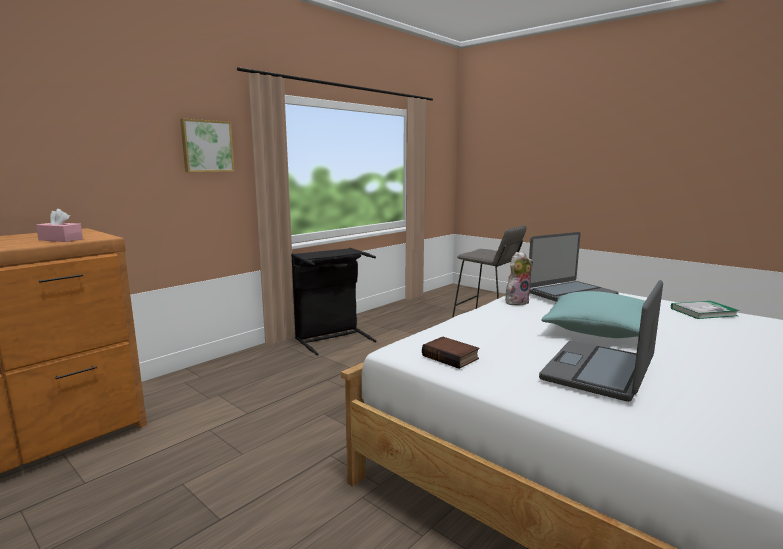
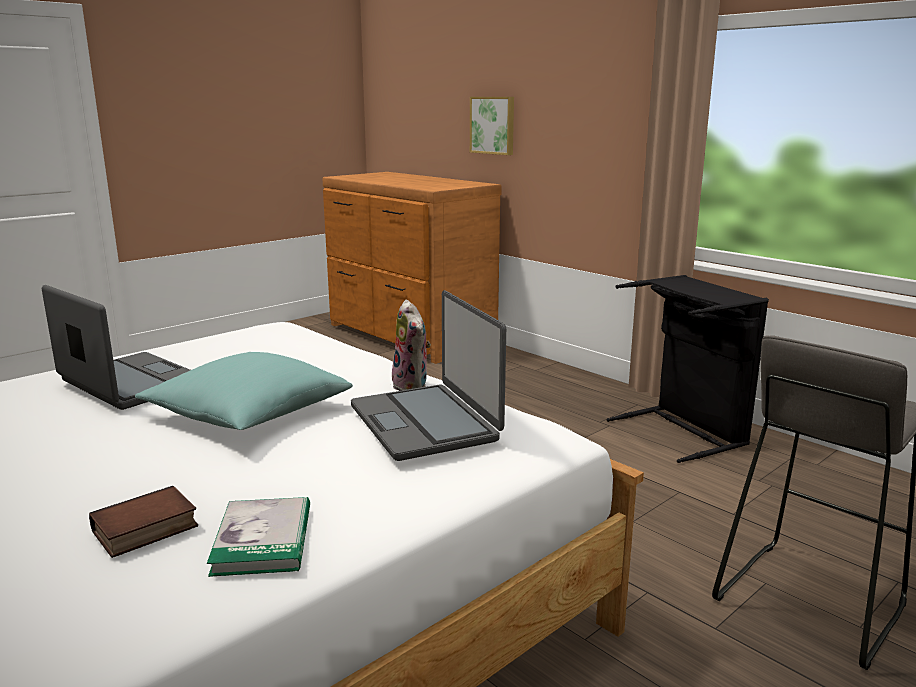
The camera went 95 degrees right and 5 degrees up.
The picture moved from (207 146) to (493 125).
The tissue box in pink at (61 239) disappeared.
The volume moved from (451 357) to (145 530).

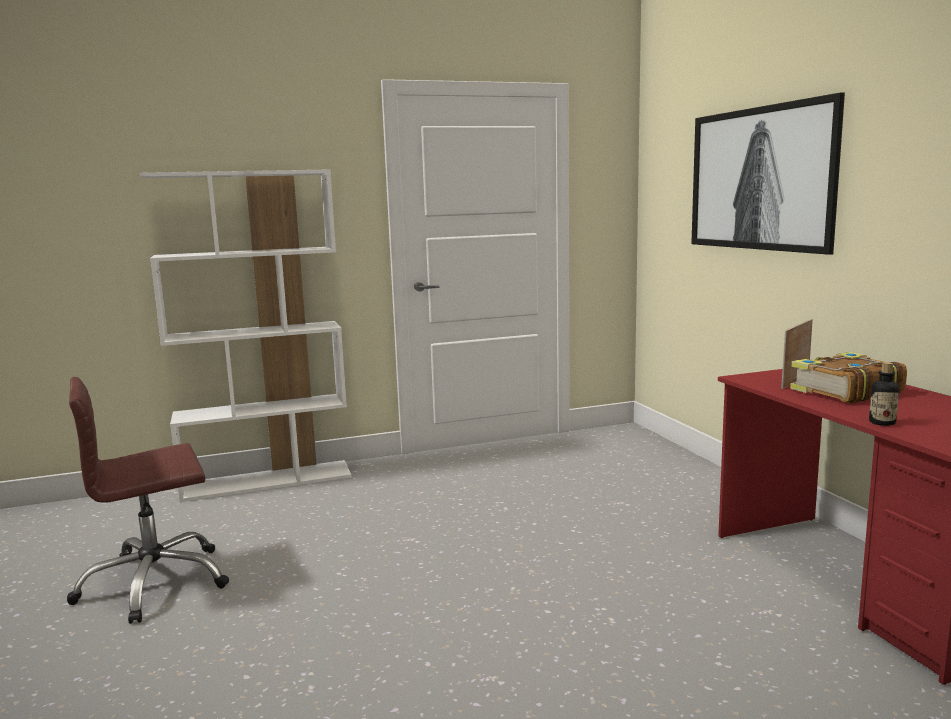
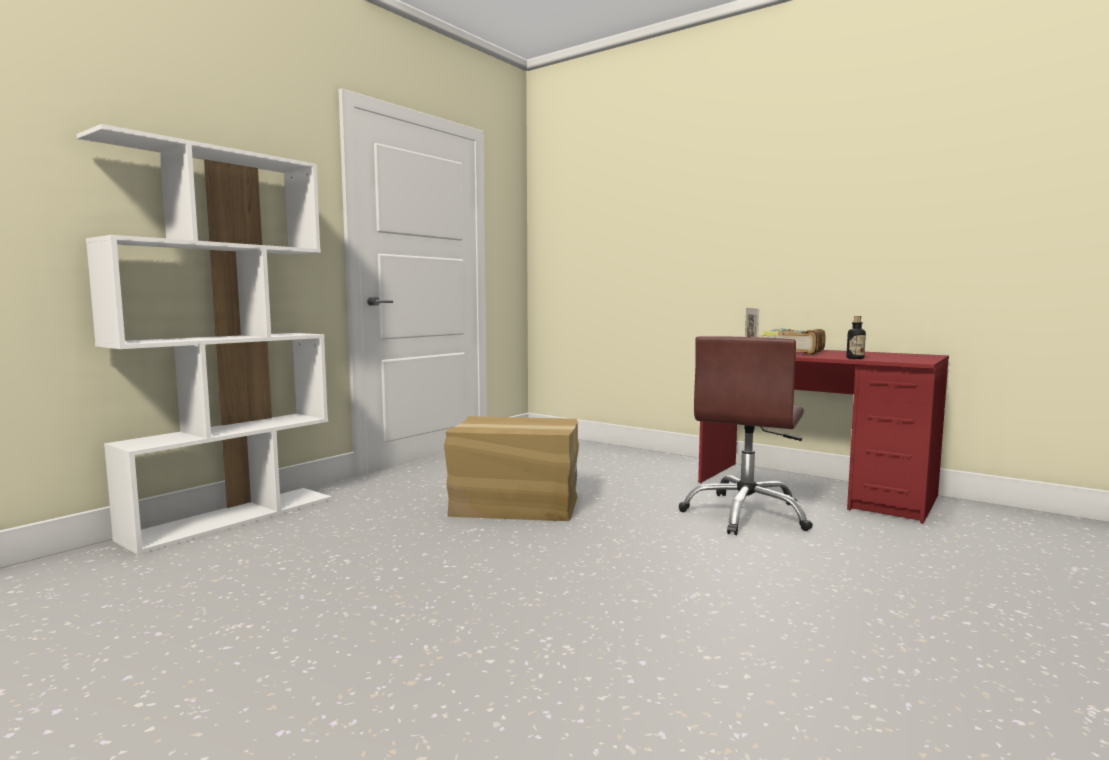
The camera went 35 degrees left and 5 degrees down.
The picture at (761 179) disappeared.
The computer chair in brown-coloured moved from (154 583) to (746 514).
The packing box at (514 505) appeared.

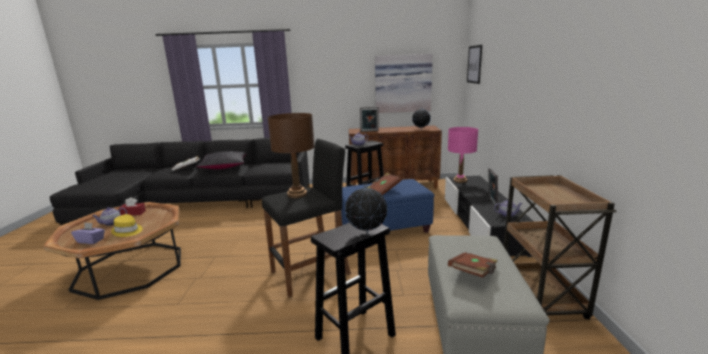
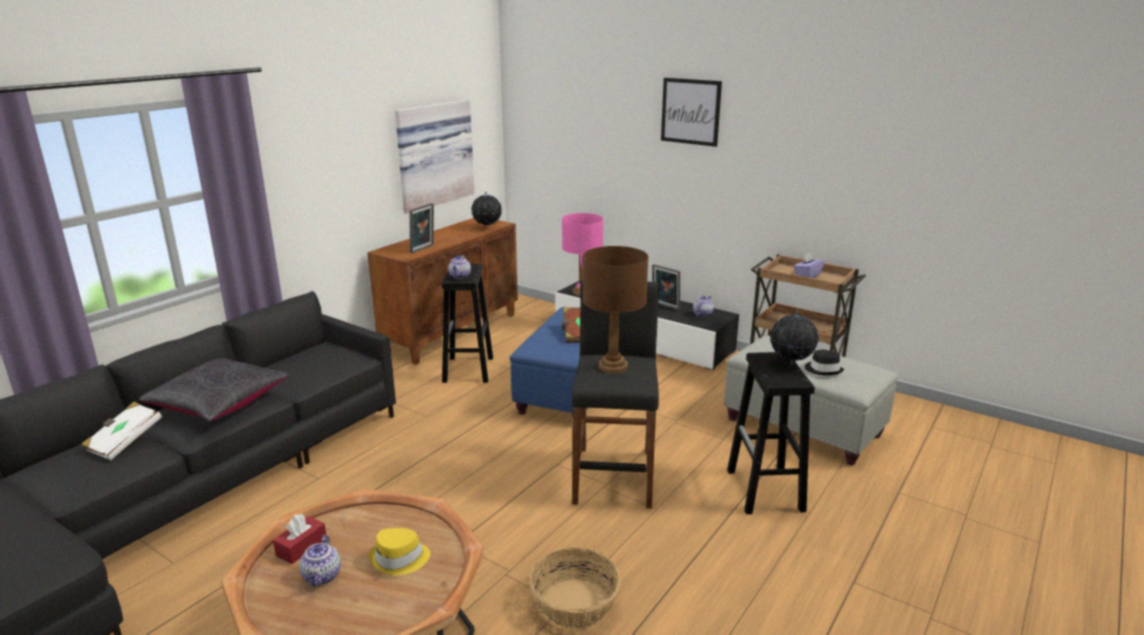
The camera went 55 degrees left and 5 degrees up.
The picture moved from (474 64) to (690 111).
The tissue box in purplish moved from (91 241) to (807 275).
The volume in brown-coloured at (473 274) was replaced by the clothing hat in blackish at (823 370).
The household basket at (574 604) appeared.

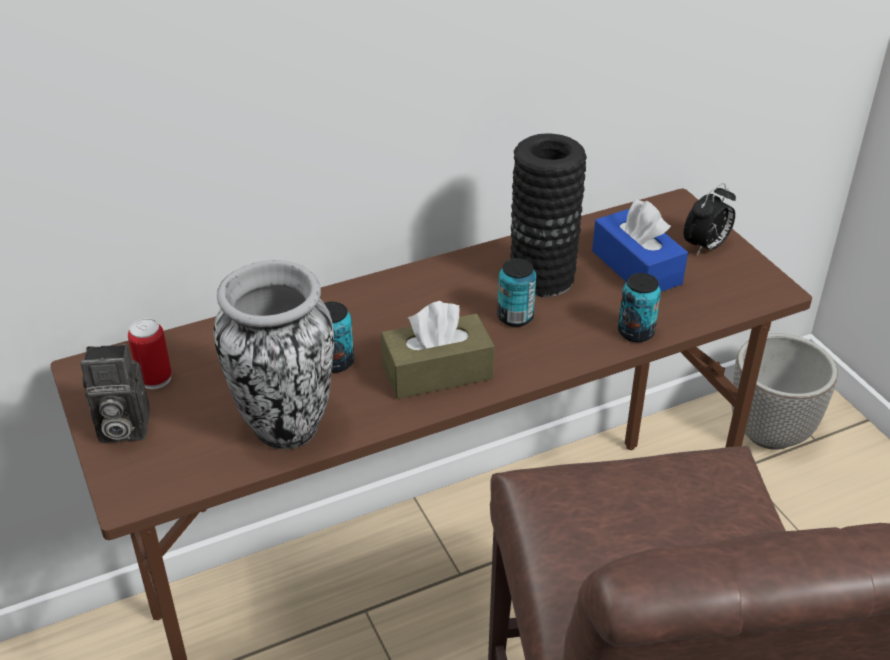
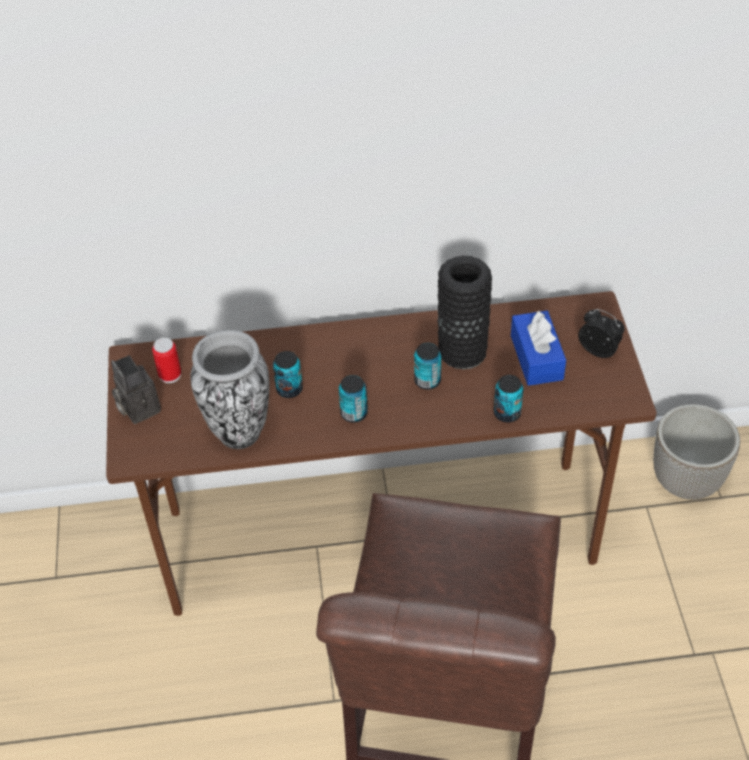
The camera went 20 degrees right and 10 degrees up.
The bedside clock at (705 247) turned 120 degrees counterclockwise.
The tissue box in brown-coloured at (437 372) was replaced by the sealed can at (354 413).
The photo camera at (120 428) turned 45 degrees clockwise.

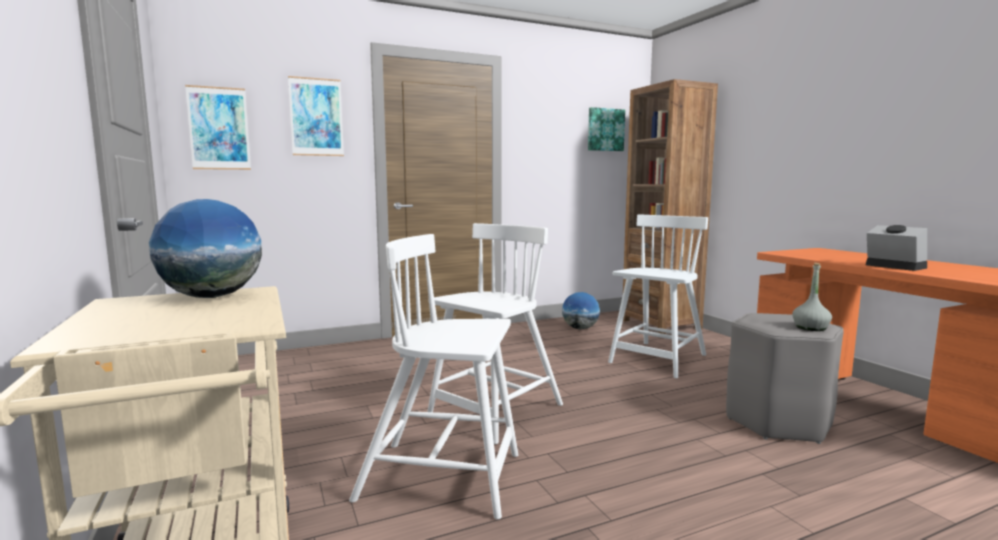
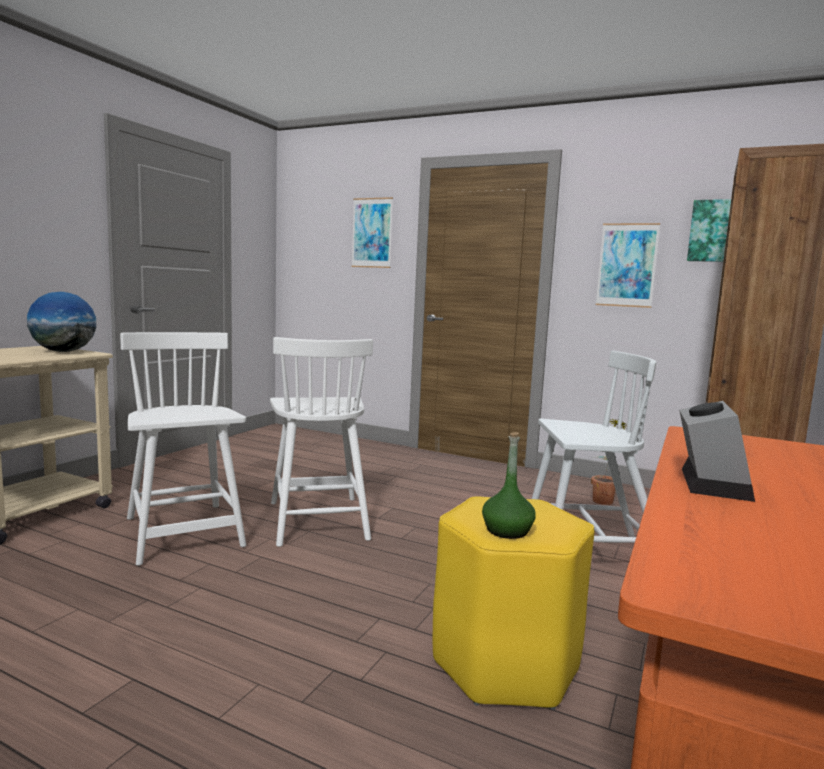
The camera went 50 degrees right and 0 degrees up.
The picture moved from (219 128) to (627 265).
The plain chair in white at (495 412) turned 75 degrees clockwise.
The beverage bottle in greyish at (810 328) became the beverage bottle in green at (507 531).
The globe at (580 328) was replaced by the houseplant at (605 499).
The stool seat in greyish at (777 422) became the stool seat in yellowish at (505 664).

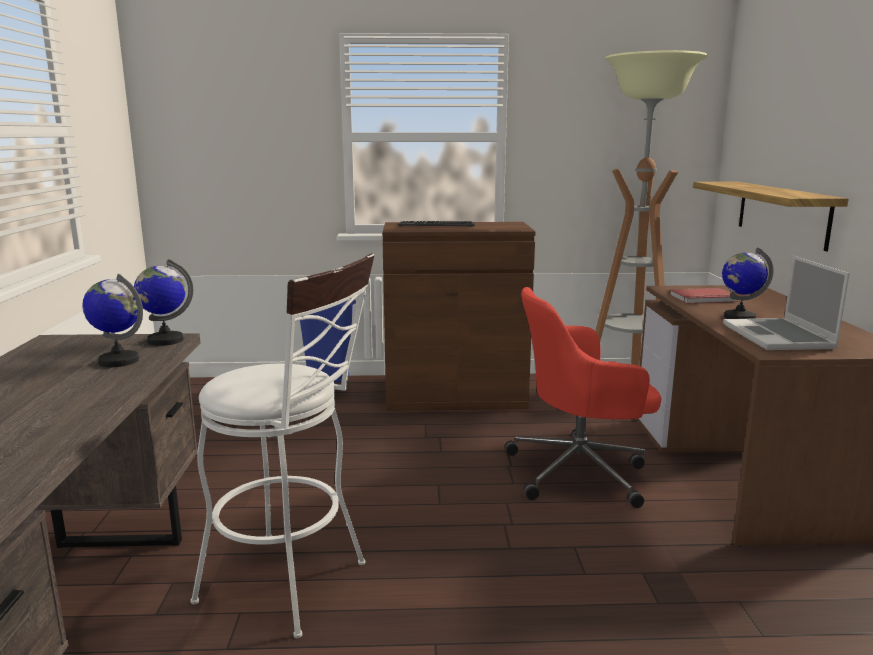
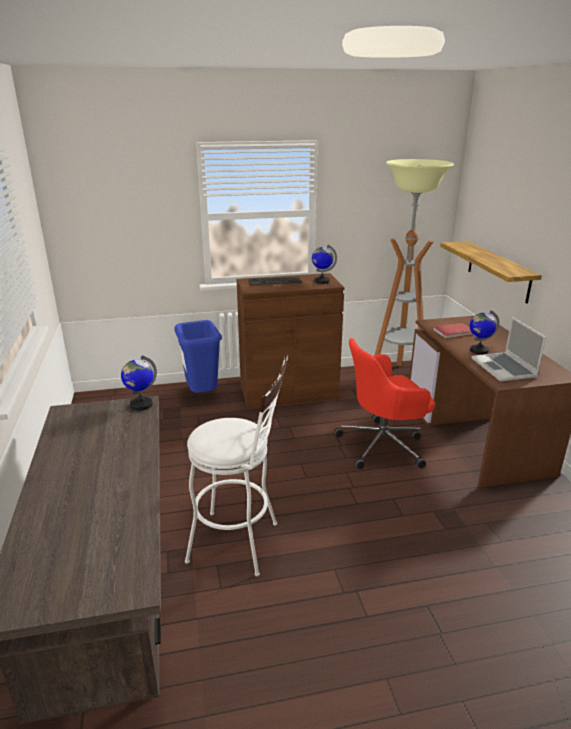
The camera went 10 degrees left and 10 degrees up.
The globe moved from (119 361) to (321 281).

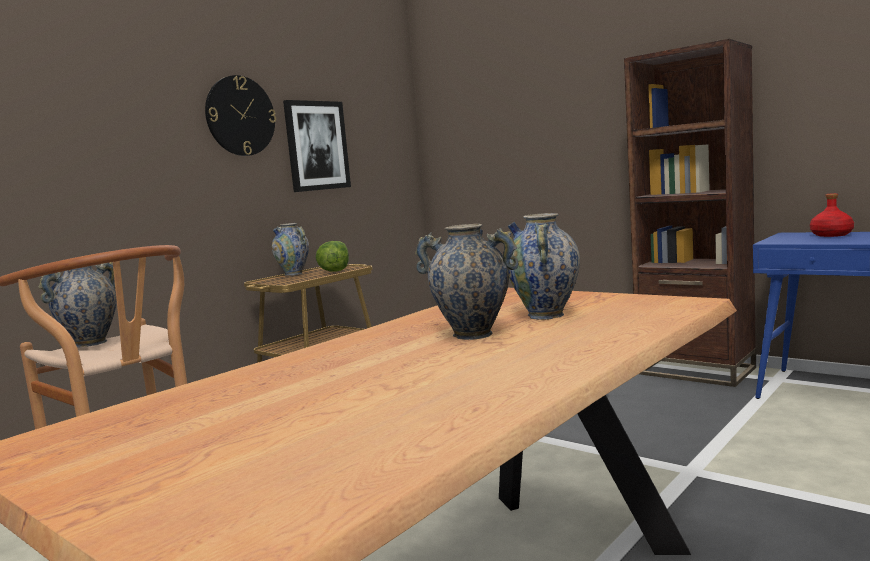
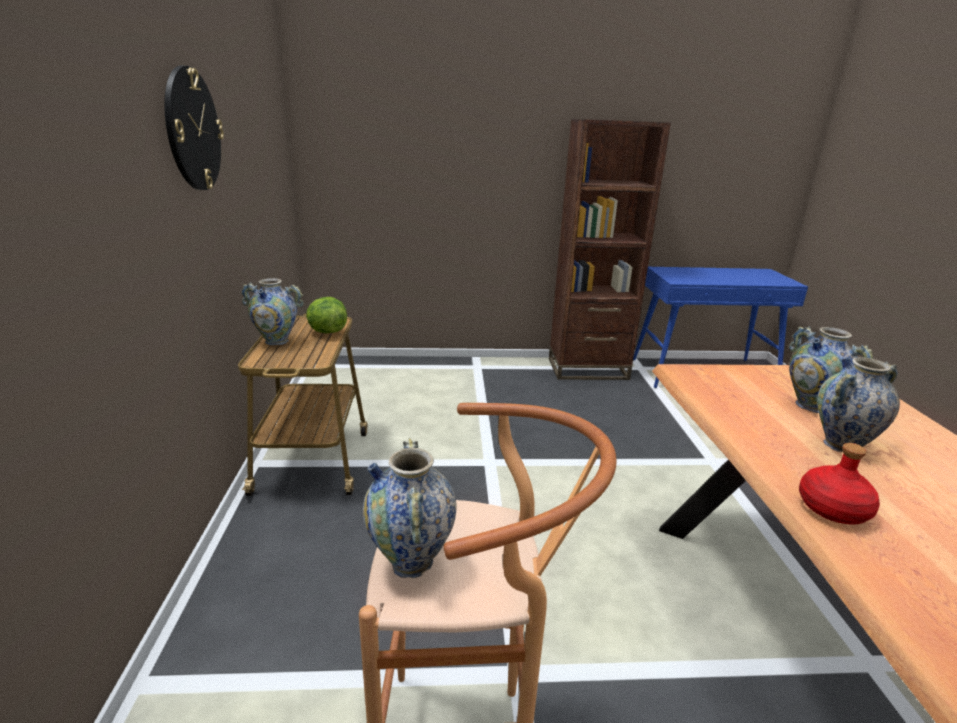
The camera went 45 degrees left and 15 degrees up.
The picture at (317 146) disappeared.
The beverage bottle in red-coloured moved from (832 235) to (833 509).

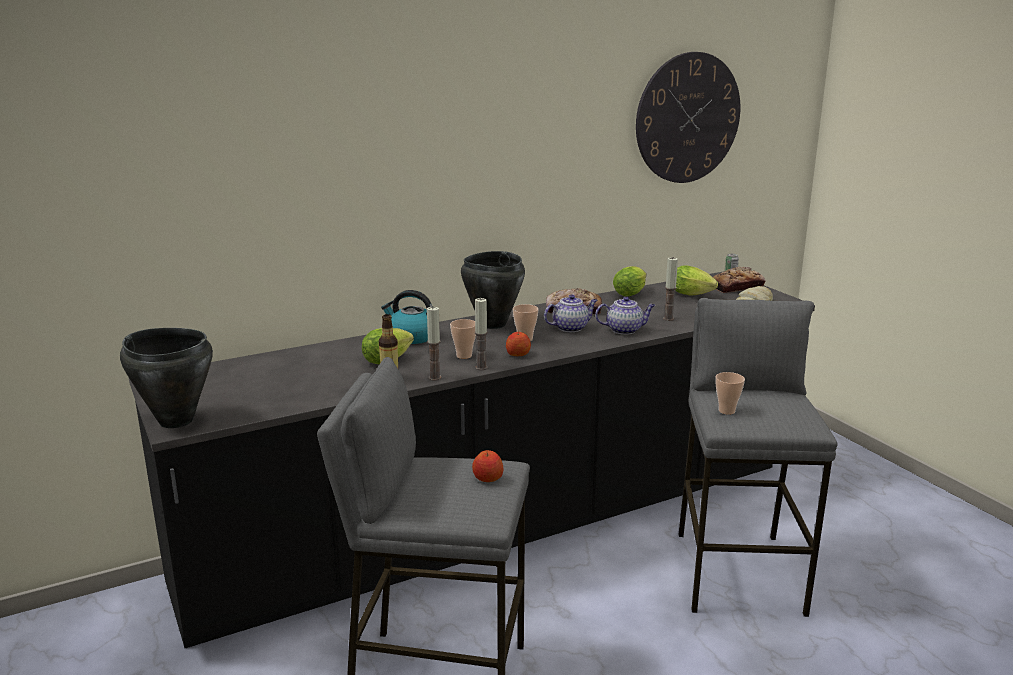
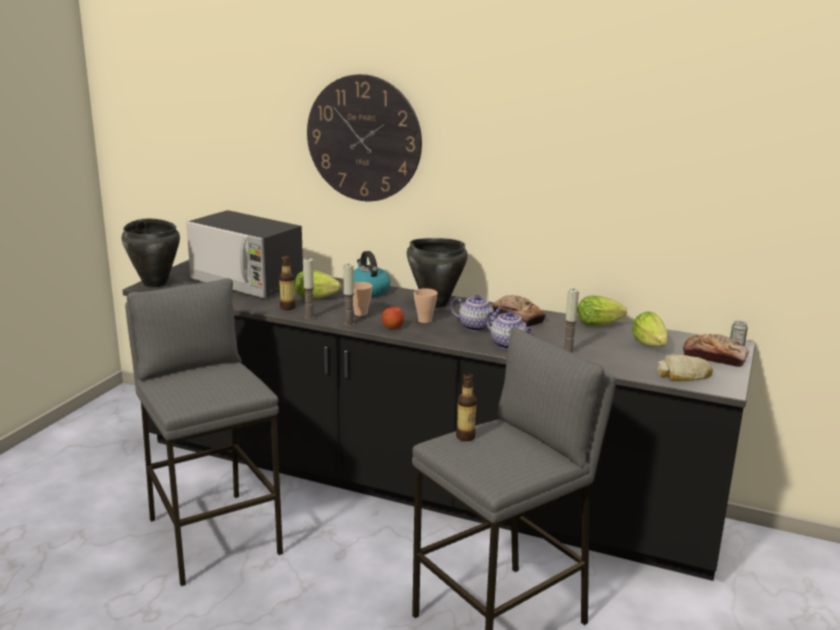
The camera went 50 degrees right and 0 degrees up.
The hanging clock moved from (688 118) to (364 138).
The small cup at (726 411) was replaced by the beverage bottle at (465 437).
The apple at (487 478) disappeared.
The microwave at (247 282) appeared.

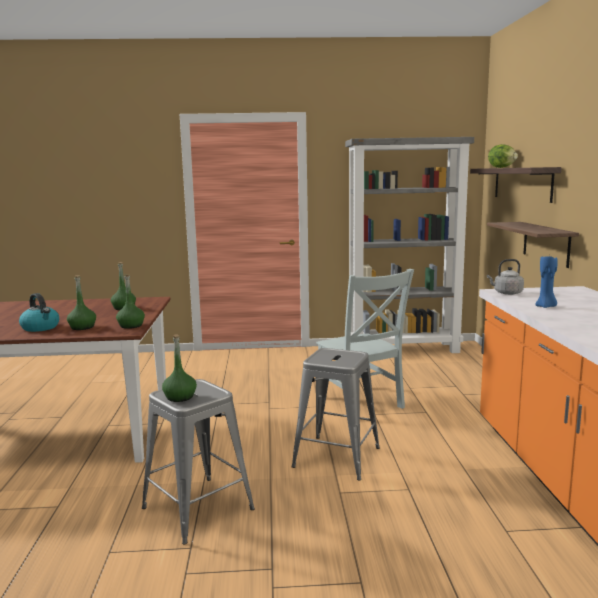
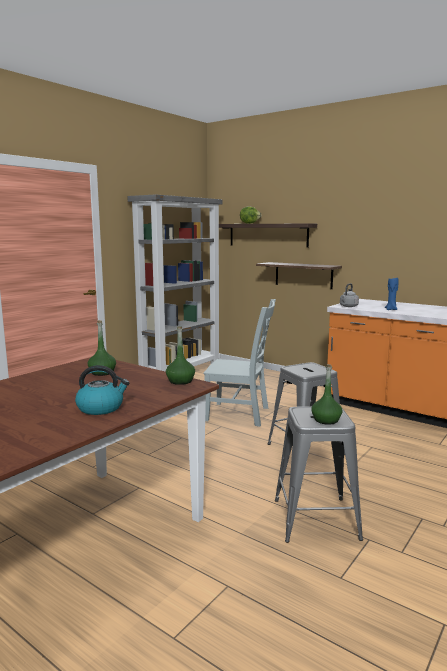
The camera went 50 degrees left and 0 degrees up.
The beverage bottle in green at (82 327) disappeared.

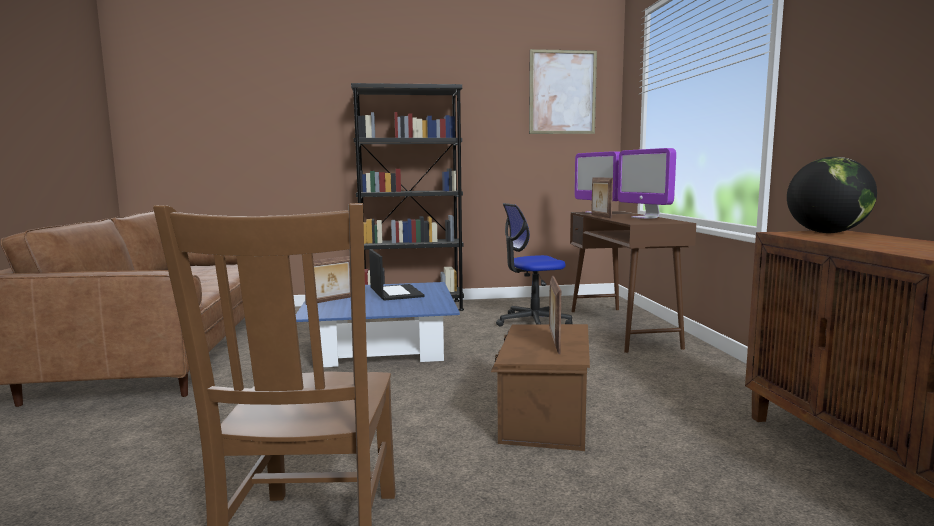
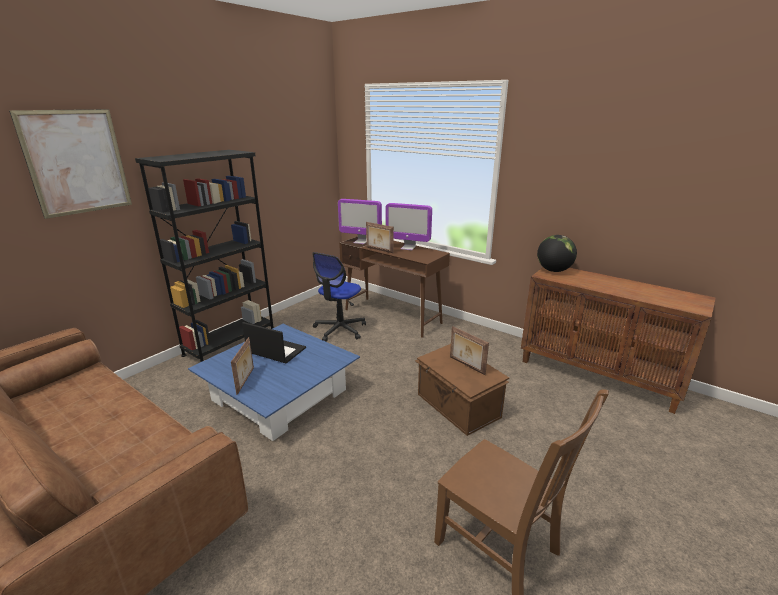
The camera went 45 degrees left and 15 degrees up.
The picture moved from (562 92) to (77 162).

